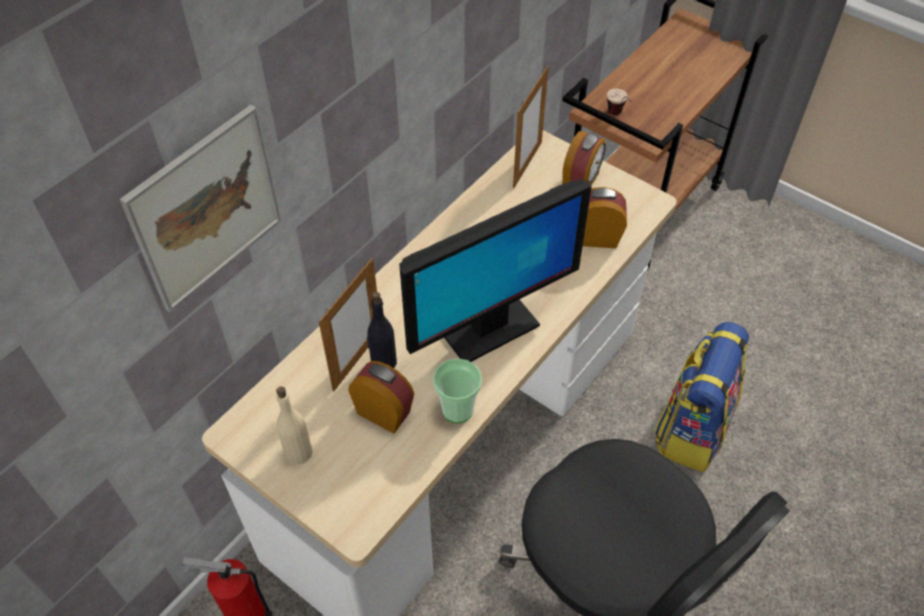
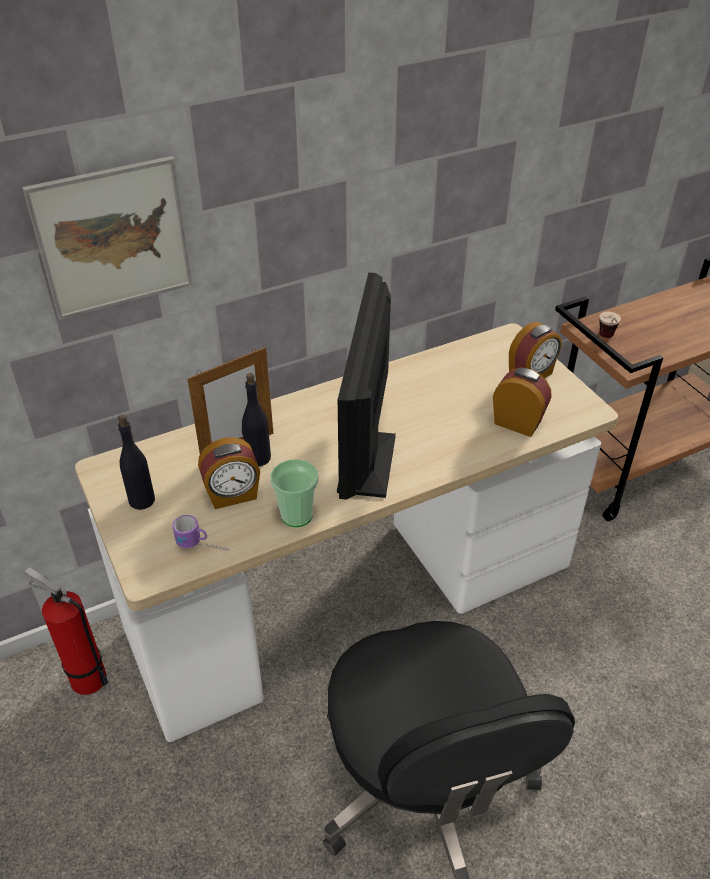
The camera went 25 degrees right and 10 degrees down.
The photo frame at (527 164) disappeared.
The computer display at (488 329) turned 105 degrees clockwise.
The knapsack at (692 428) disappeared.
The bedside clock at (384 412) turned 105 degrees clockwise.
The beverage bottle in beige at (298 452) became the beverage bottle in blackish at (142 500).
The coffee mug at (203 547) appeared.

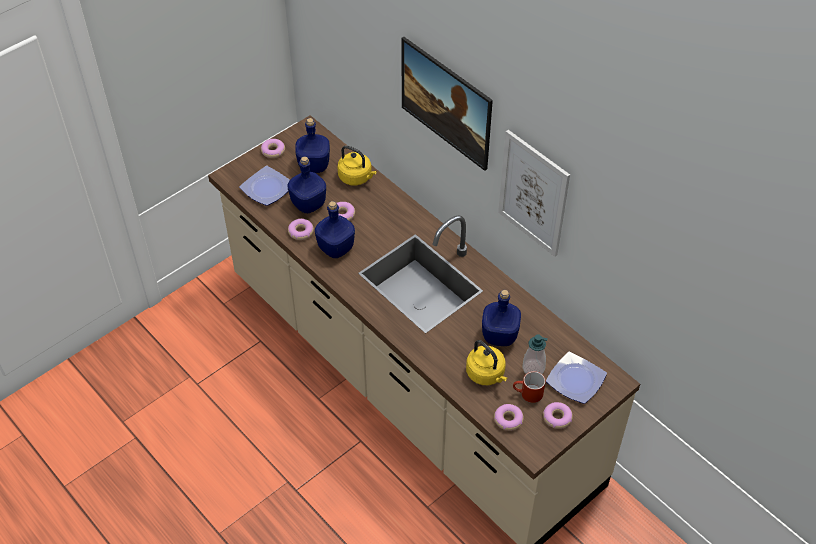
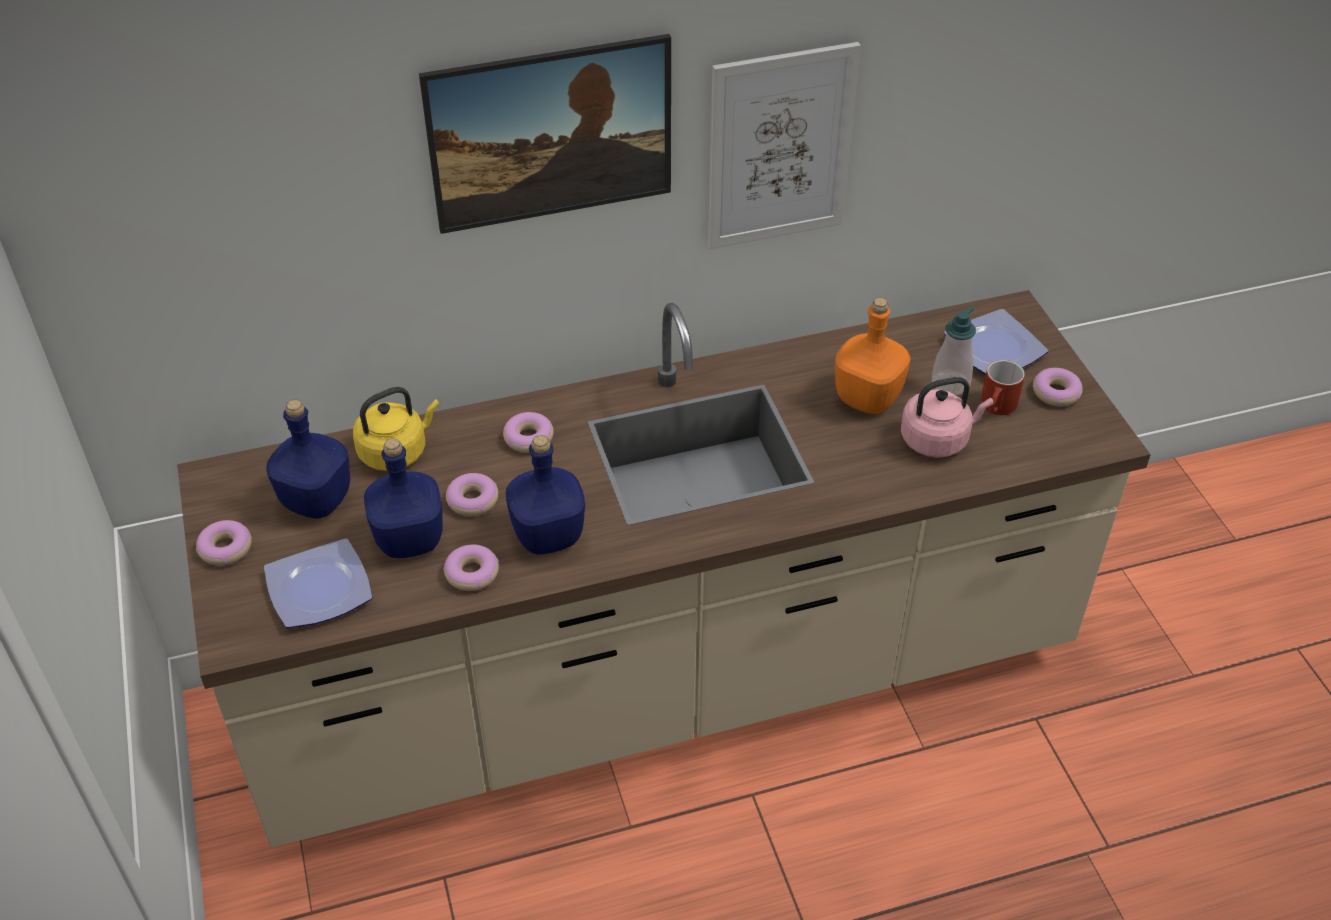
The camera went 65 degrees left and 5 degrees down.
The beverage bottle in bluish at (499 336) became the beverage bottle in orange at (869 398).
The water kettle in yellowish at (486 374) became the water kettle in pink at (937 439).
The ring doughnut moved from (508 419) to (528 438).

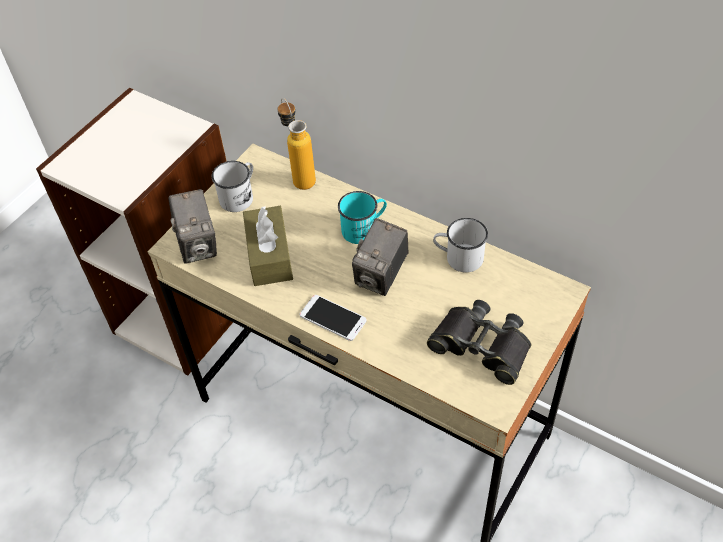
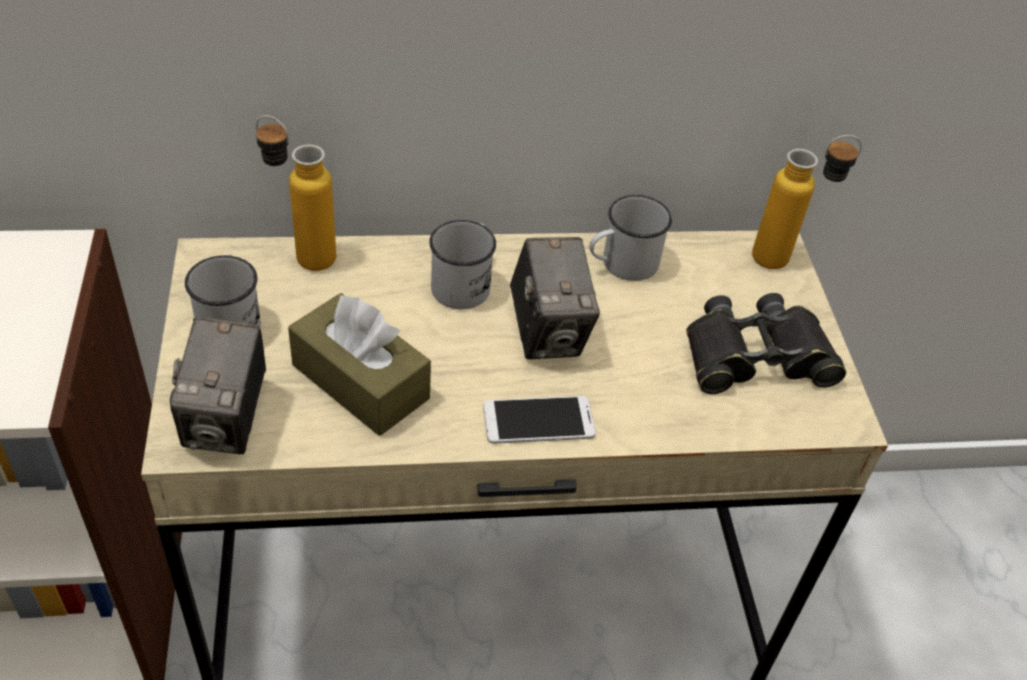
The camera went 45 degrees left and 5 degrees down.
The photo camera at (198 245) turned 60 degrees clockwise.
The coffee mug in turquoise at (364 228) became the coffee mug in white at (464 283).
The beverage bottle at (785 259) appeared.

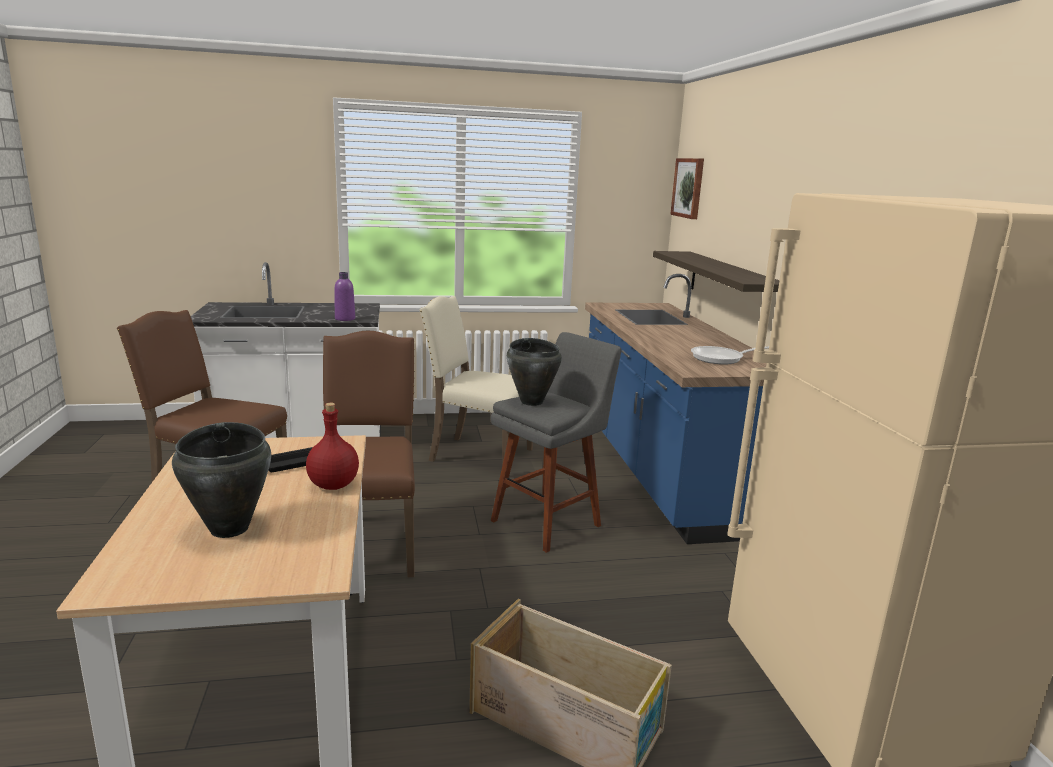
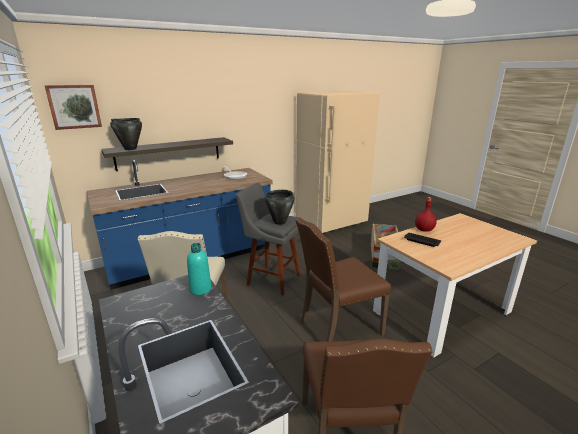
The camera went 110 degrees left and 5 degrees up.
The beverage bottle in purplish at (345 319) became the beverage bottle in turquoise at (200 289).
The cooking pot in blackish moved from (230 528) to (130 149).

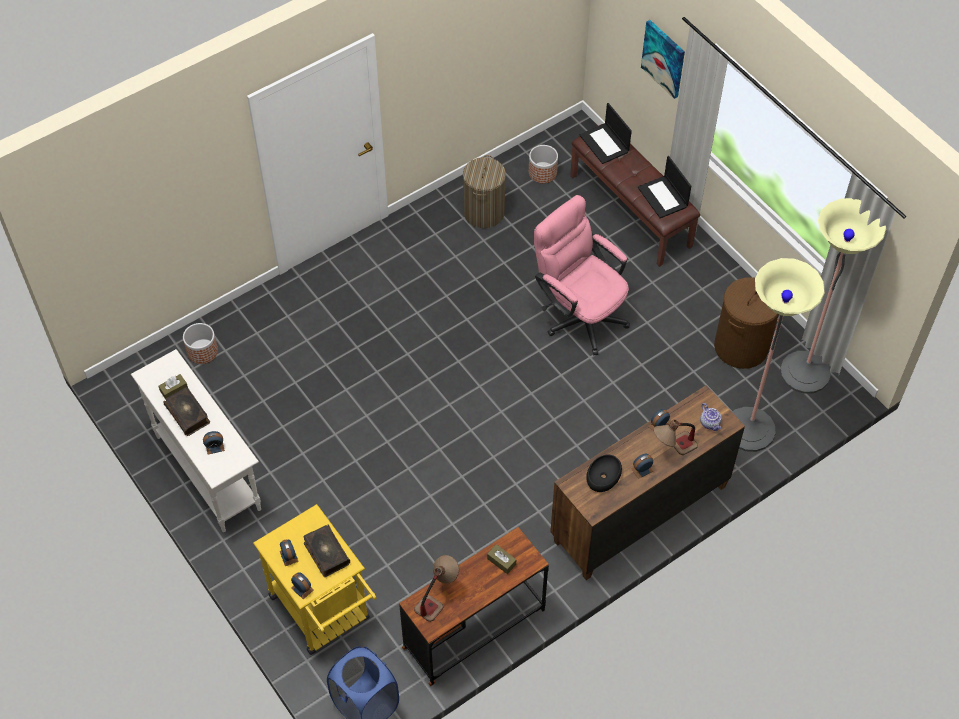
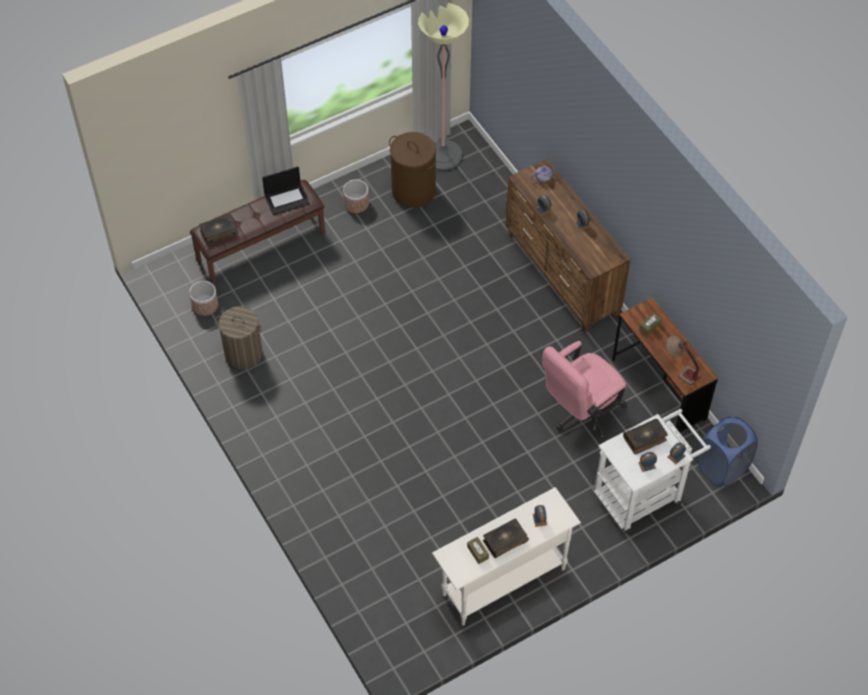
The camera went 85 degrees left and 0 degrees up.
The picture at (664 58) disappeared.
The portable computer at (605 144) was replaced by the volume at (219 232).
The computer chair in pink moved from (579 314) to (580 413).
The standing lamp at (749 430) disappeared.
The planter moved from (202 351) to (356 204).
The lamp for a table at (672 450) disappeared.
The serving bowl in blackish at (603 476) disappeared.
The trolley in yellowish at (324 613) became the trolley in white at (643 494).

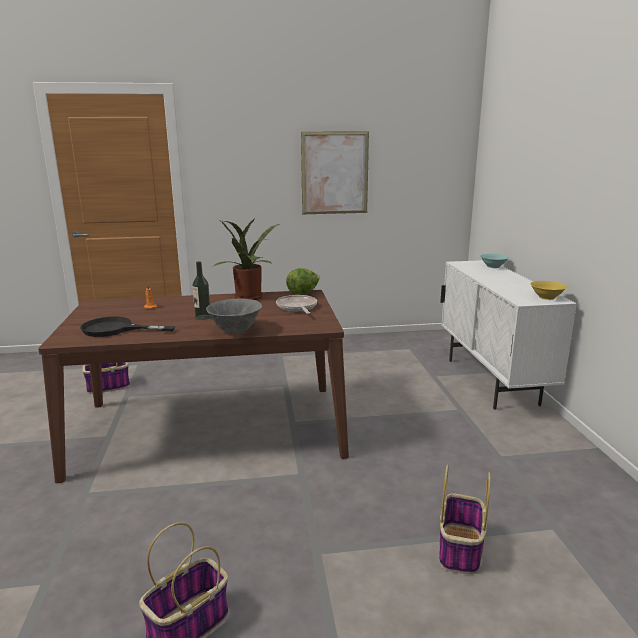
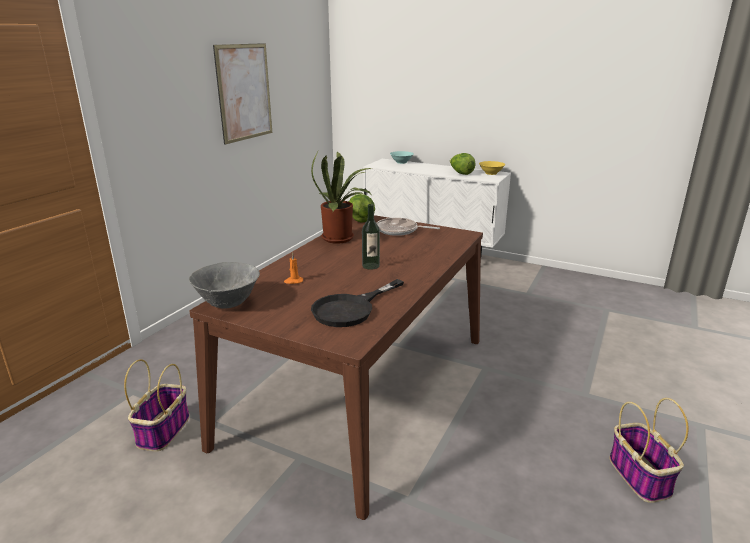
The camera went 55 degrees left and 5 degrees up.
The serving bowl in greyish moved from (235 331) to (228 304).
The household basket at (460 550) disappeared.
The lettuce at (461 173) appeared.

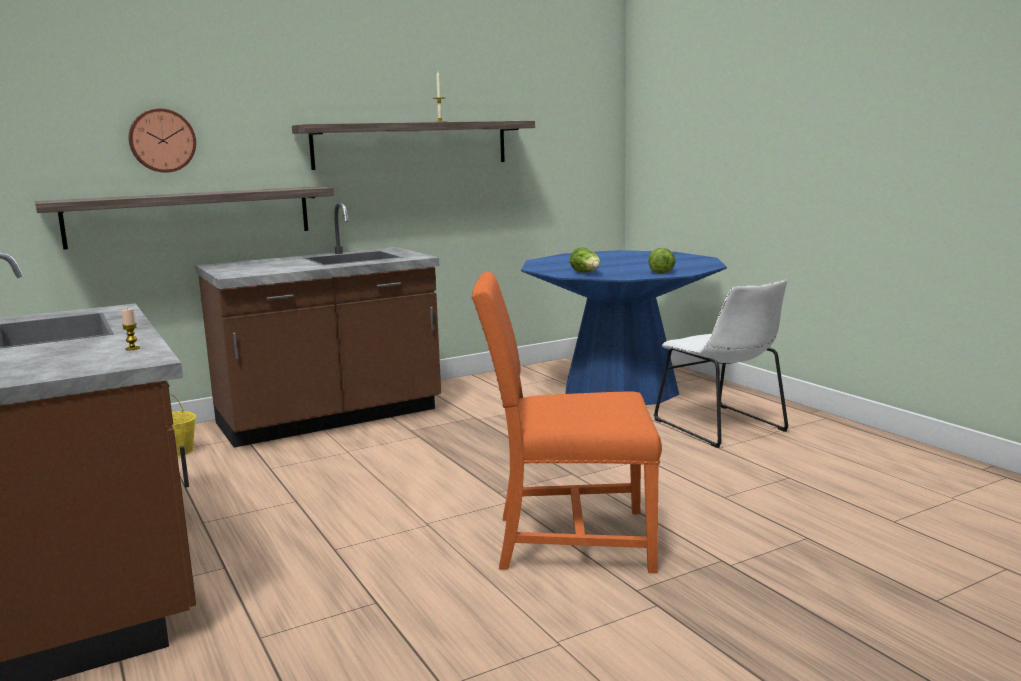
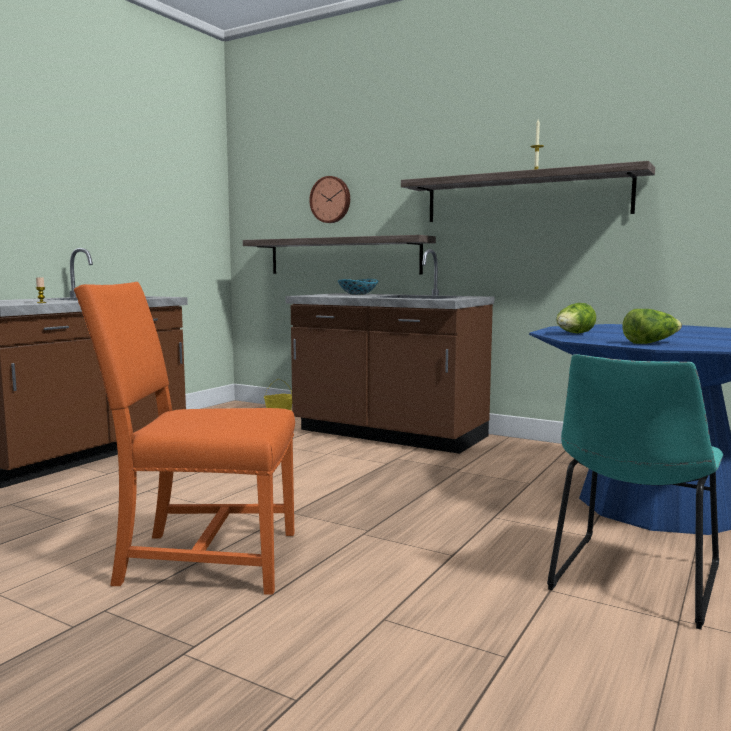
The camera went 60 degrees right and 5 degrees down.
The plain chair in orange at (568 541) turned 60 degrees counterclockwise.
The plain chair in white at (723 427) became the plain chair in turquoise at (633 580).
The serving bowl at (357 294) appeared.

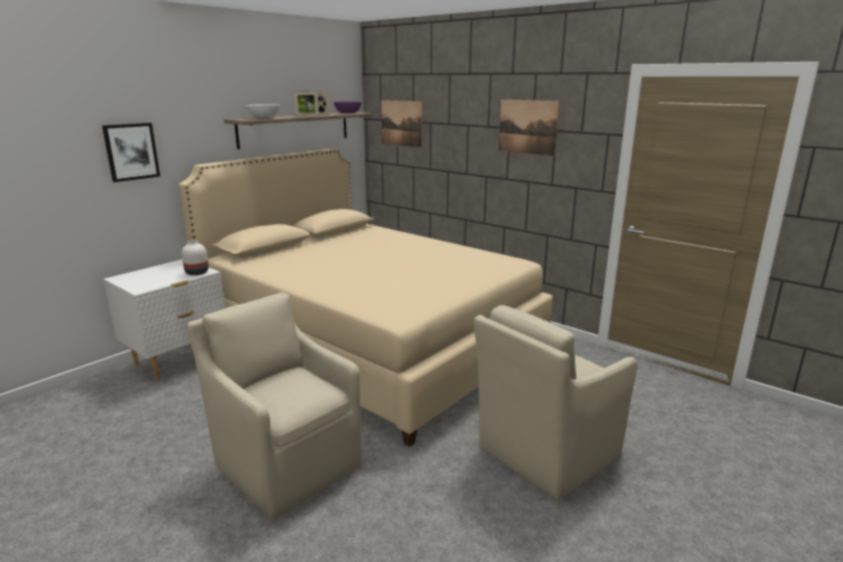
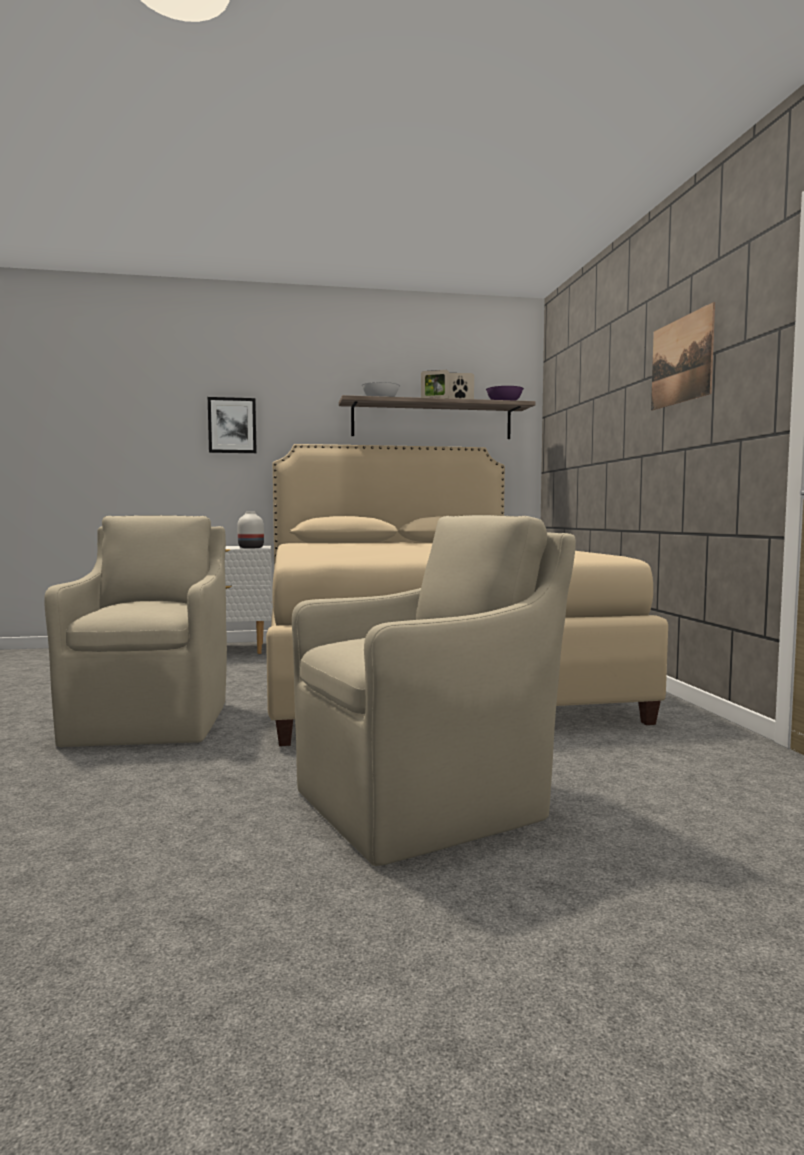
The camera went 40 degrees right and 15 degrees down.
The picture at (401 123) disappeared.
The lounge chair in beige at (545 453) turned 150 degrees clockwise.

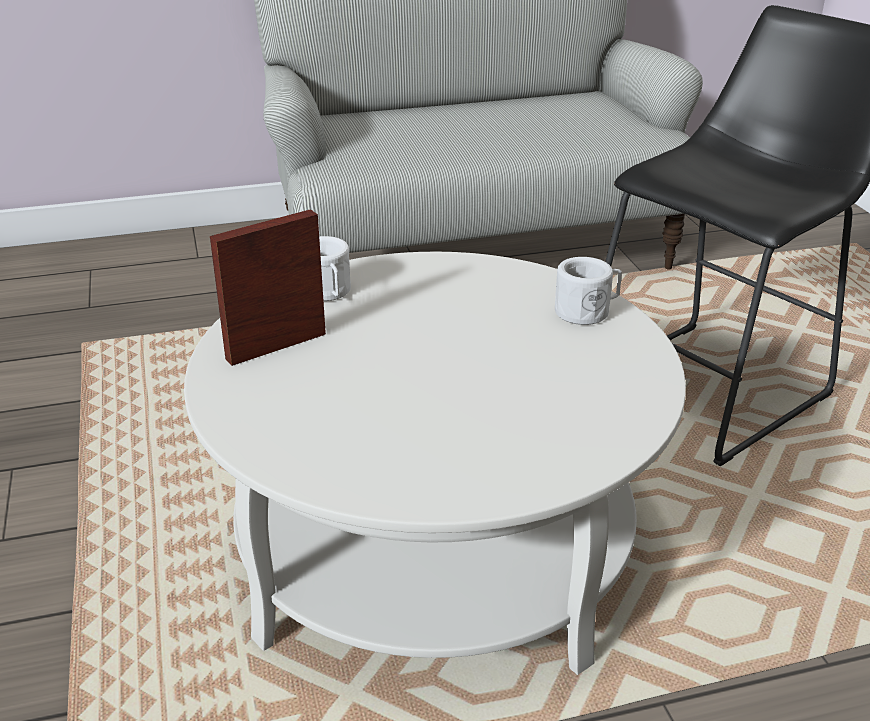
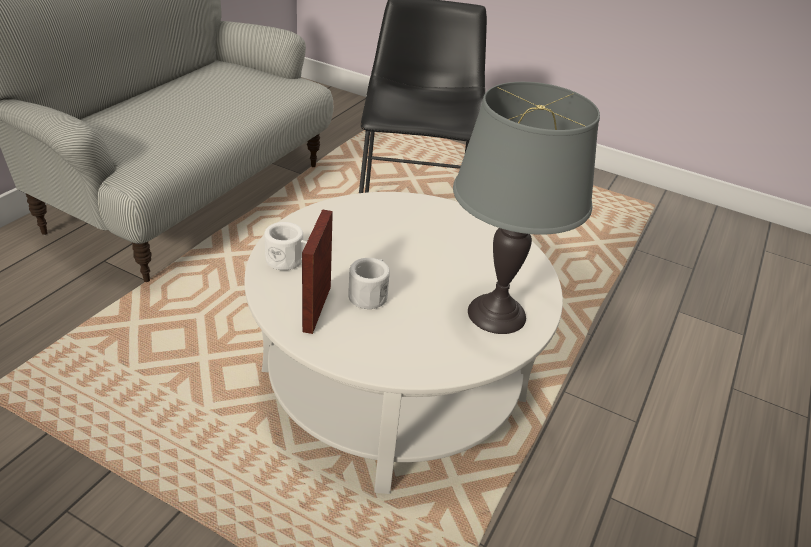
The camera went 50 degrees left and 5 degrees up.
The coffee mug in white moved from (587 311) to (370 294).
The lamp for a table in greyish at (496 314) appeared.

